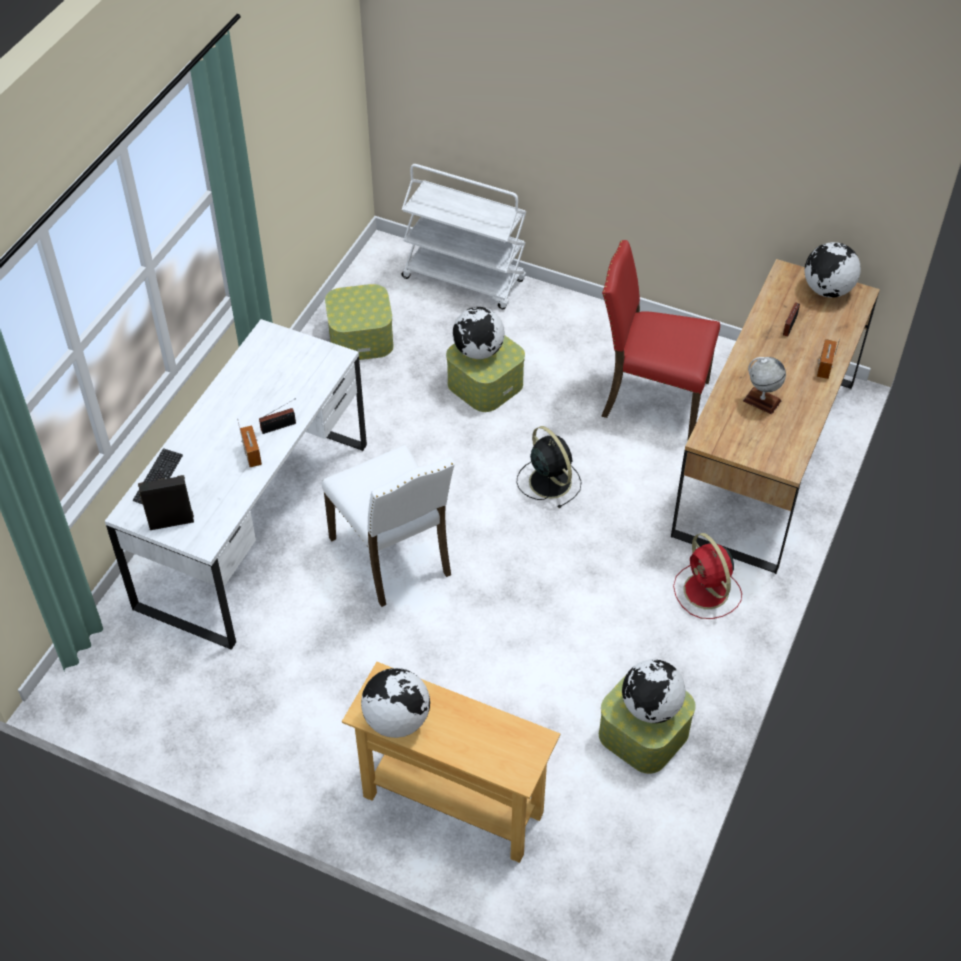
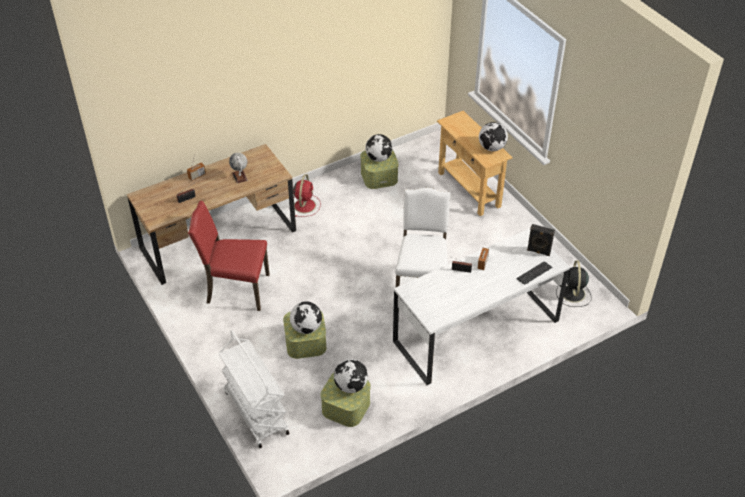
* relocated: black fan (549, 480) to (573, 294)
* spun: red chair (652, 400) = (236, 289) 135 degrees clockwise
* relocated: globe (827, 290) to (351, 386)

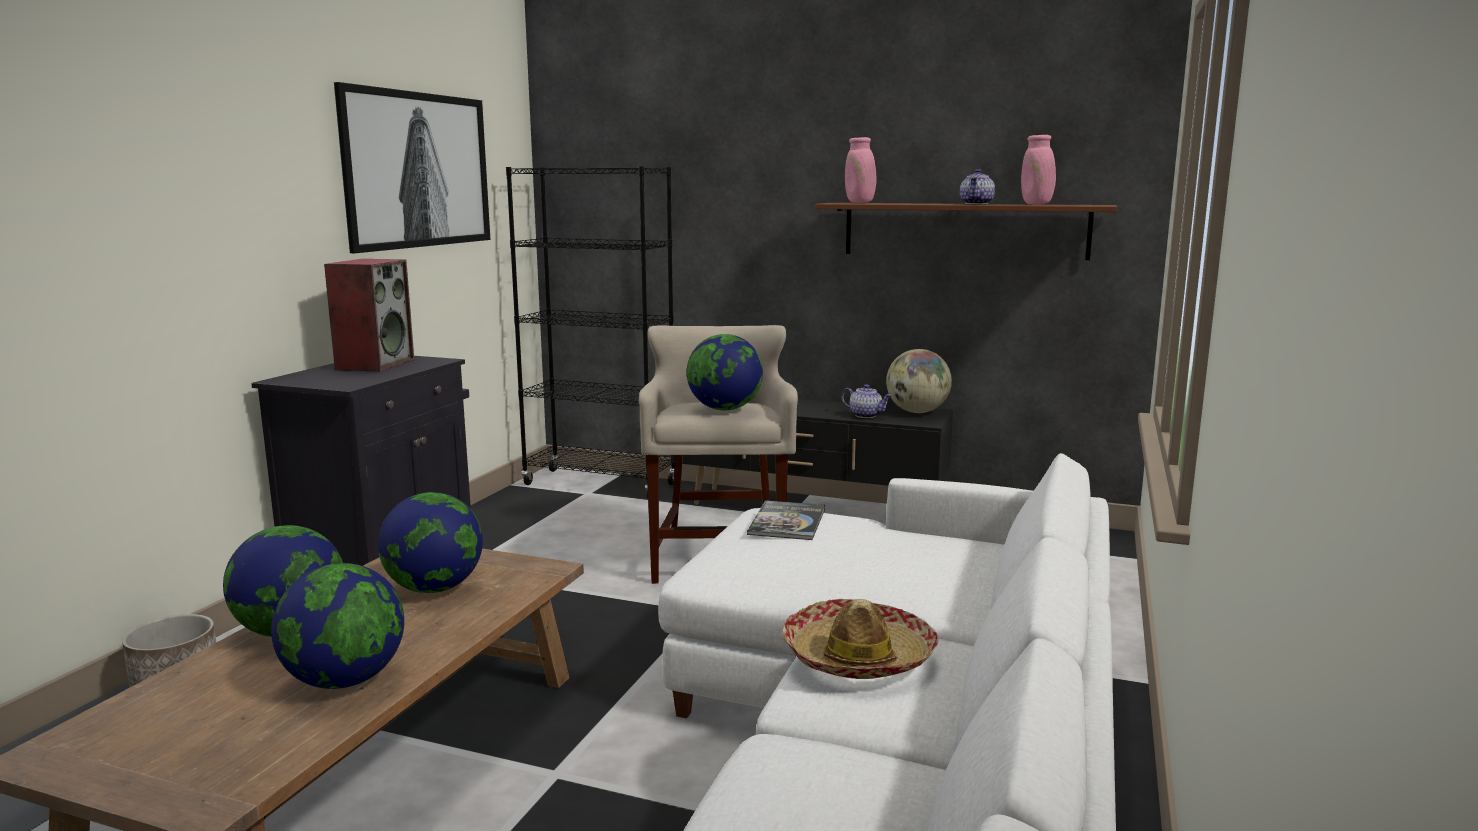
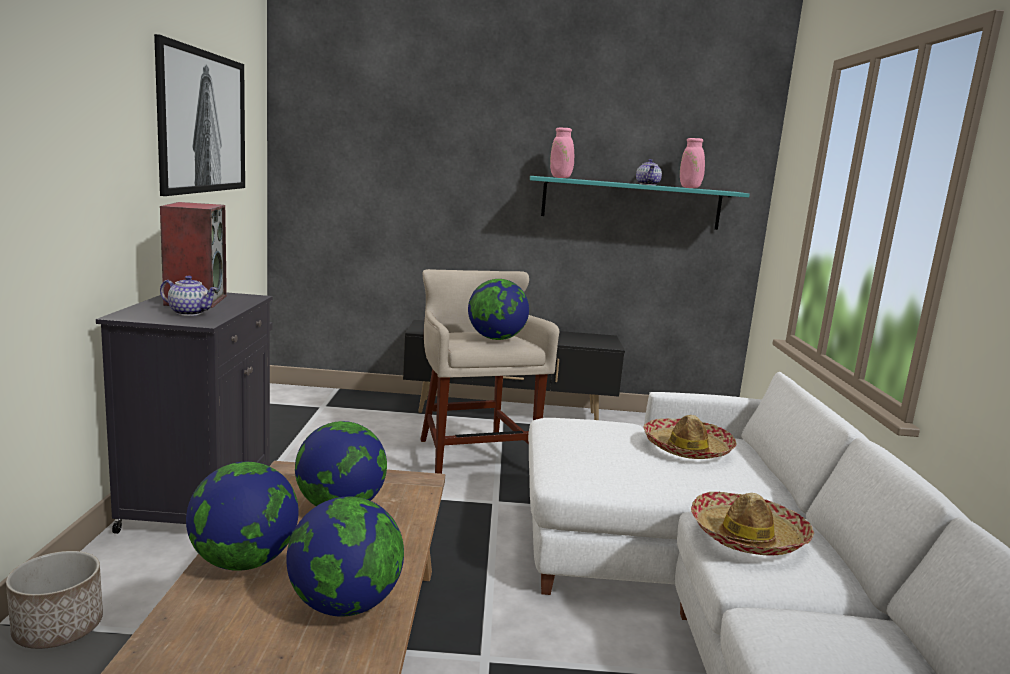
* missing: black bookcase (600, 484)
* missing: book (787, 522)
* colour: brown shelf (964, 230) to turquoise shelf (631, 203)
* relocated: teapot (866, 415) to (190, 313)
* missing: globe (917, 412)
* appeared: hat (687, 449)

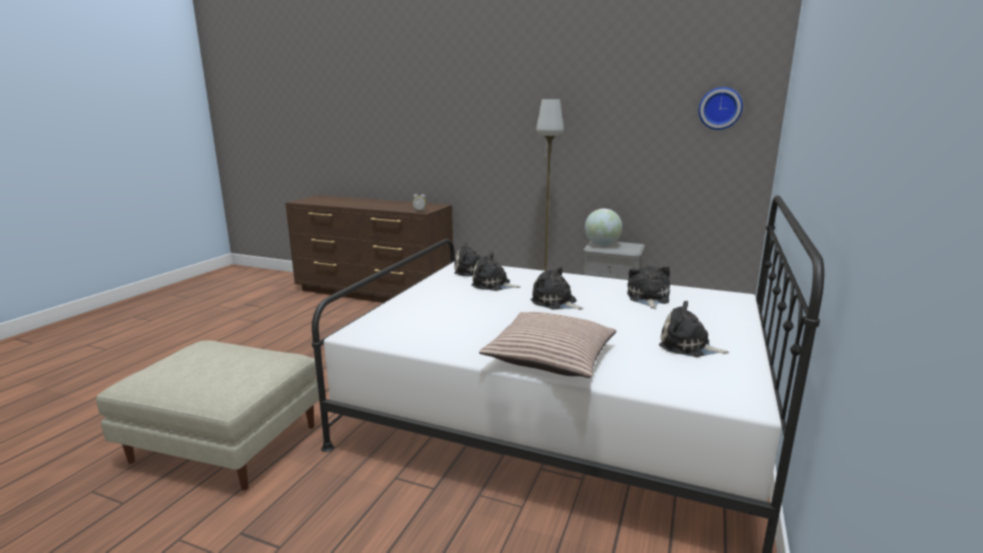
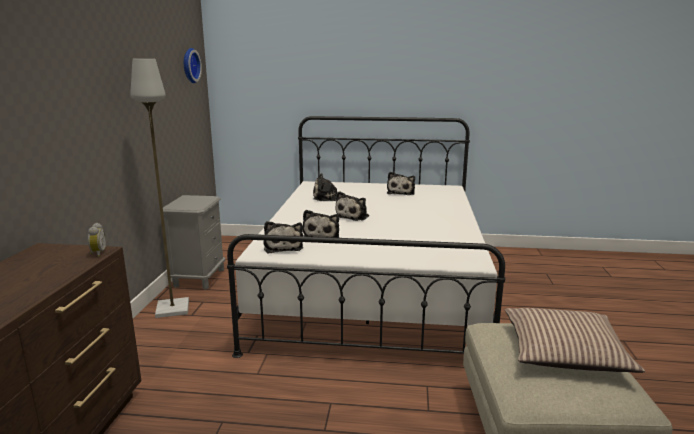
* relocated: pillow (550, 357) to (564, 352)
* missing: globe (602, 245)

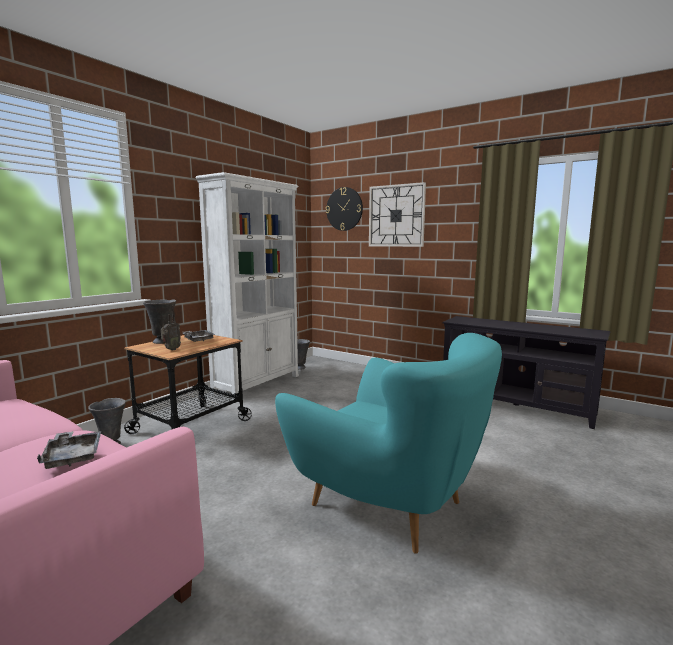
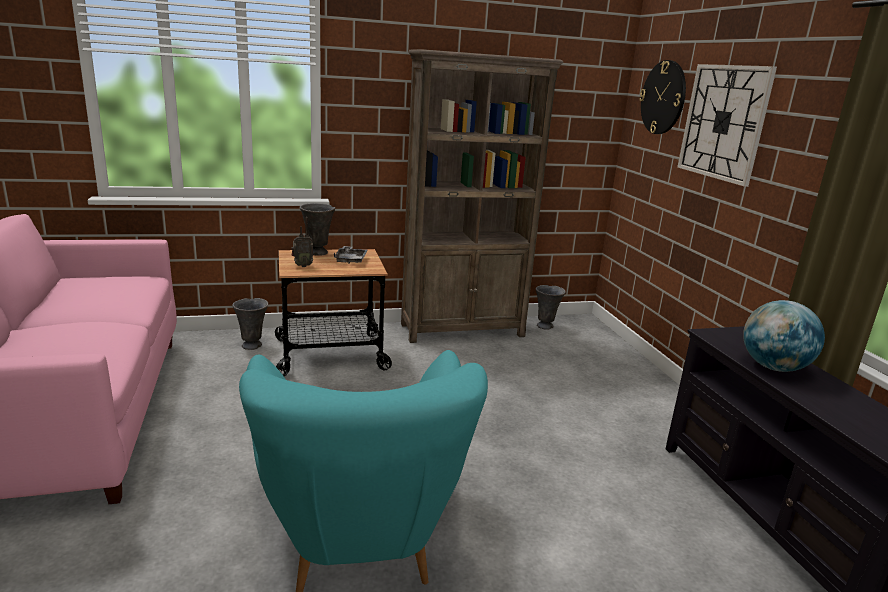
* missing: grey tray (73, 456)
* colour: white bookcase (257, 384) to brown bookcase (463, 330)
* appeared: globe (773, 367)

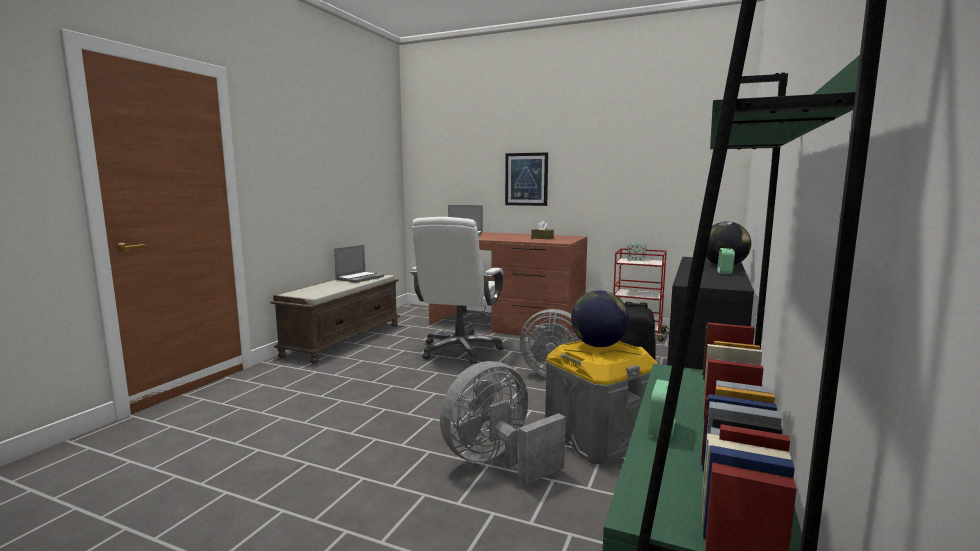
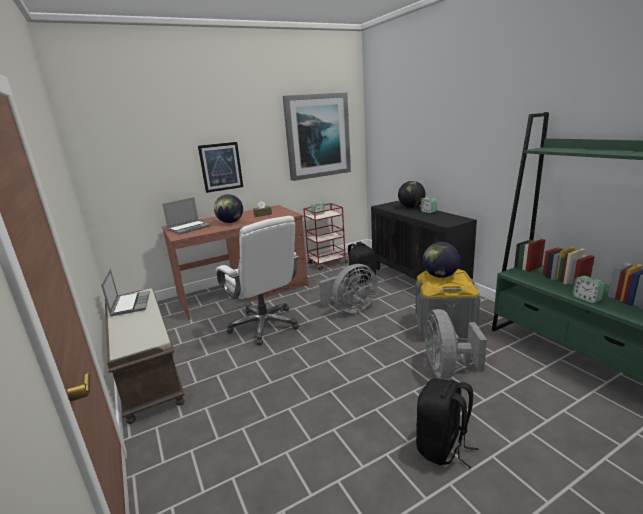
* appeared: globe (230, 222)
* appeared: picture (317, 136)
* appeared: black backpack (442, 447)

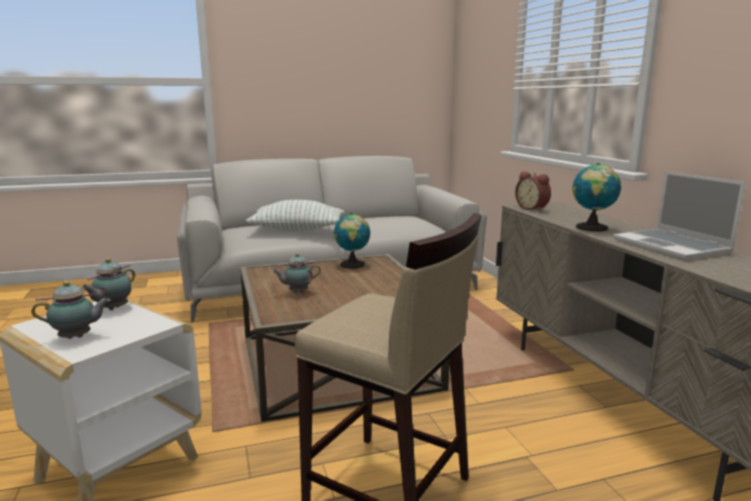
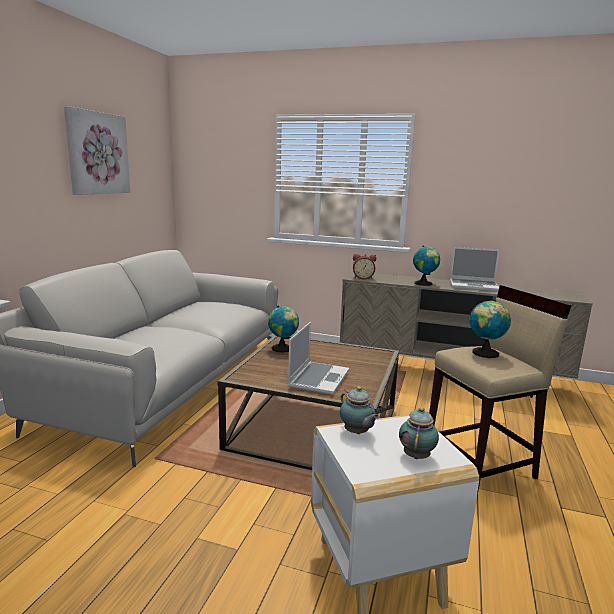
* missing: pillow (297, 229)
* exchanged: teapot (297, 292) to laptop (318, 378)
* appeared: picture (97, 153)
* appeared: globe (485, 354)

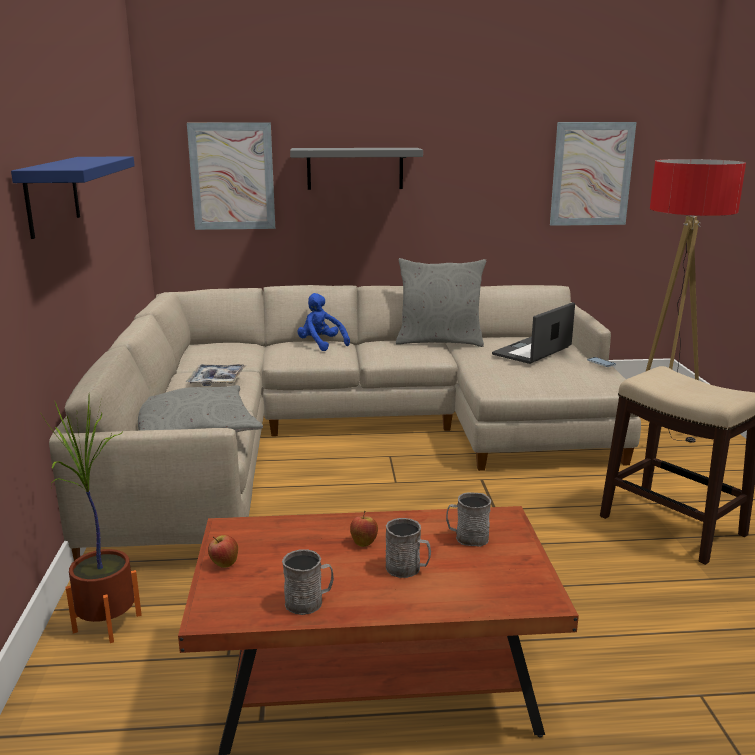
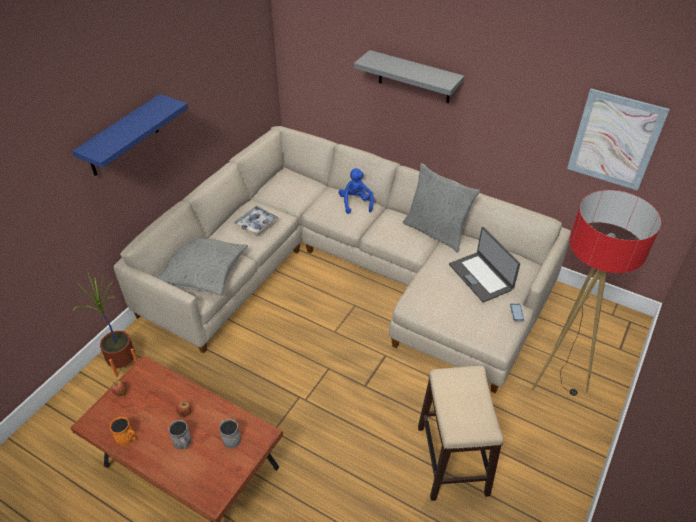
* missing: picture (232, 176)
* colour: grey mug (309, 602) to orange mug (127, 438)
* spun: laptop (533, 351) = (481, 277) 105 degrees counterclockwise

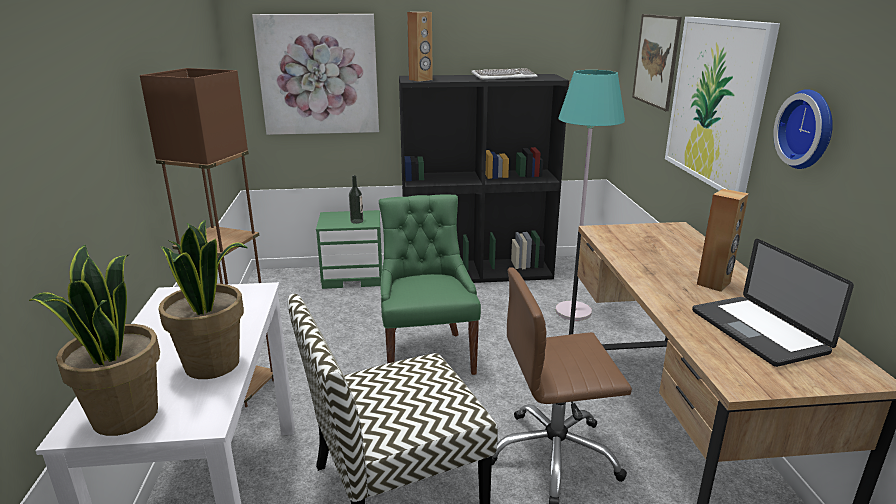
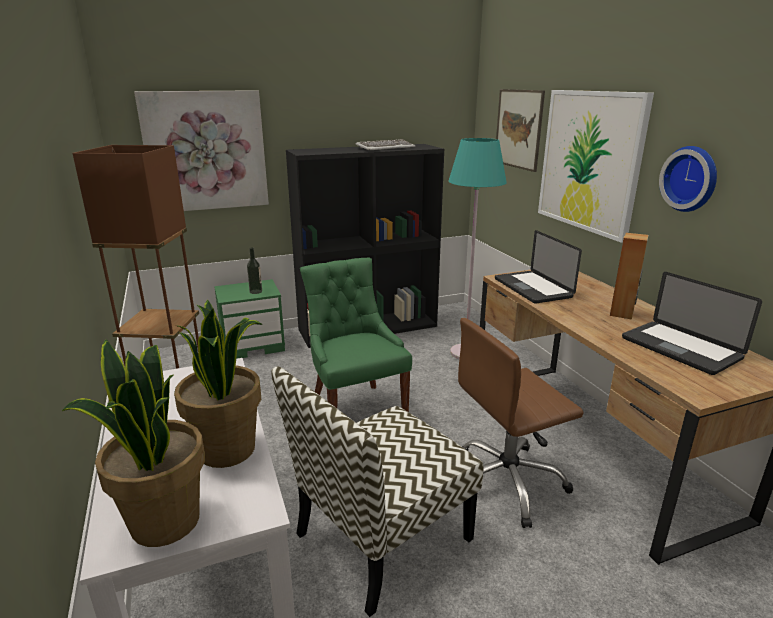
* missing: brown speaker (420, 80)
* appeared: laptop (532, 288)

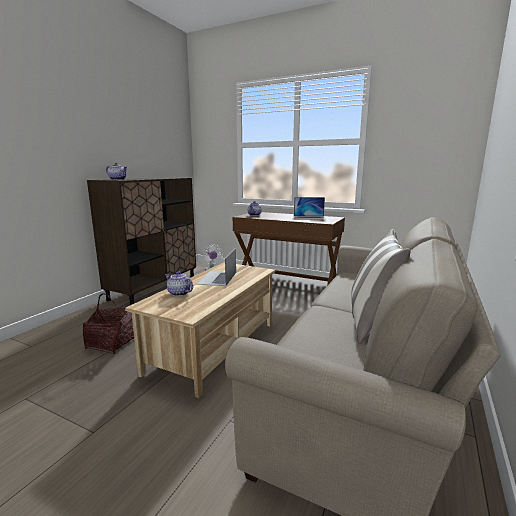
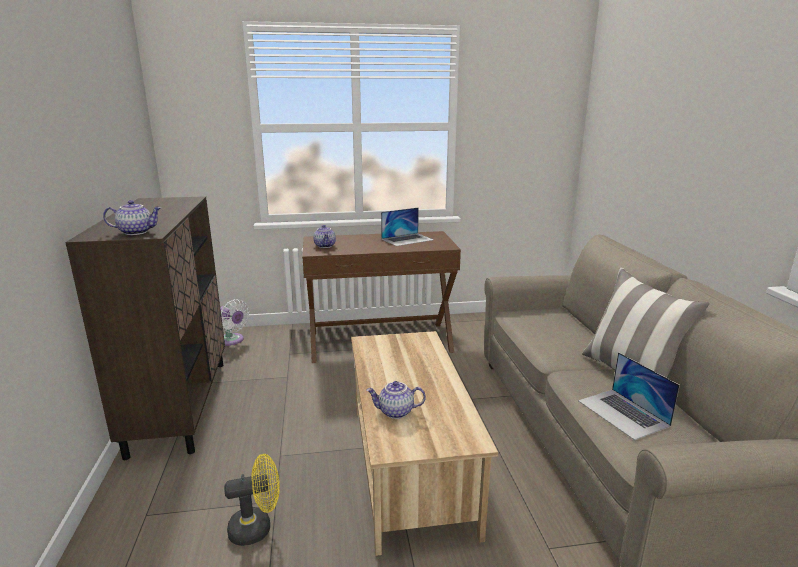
* exchanged: basket (112, 343) to yellow fan (257, 527)
* relocated: laptop (217, 278) to (623, 413)

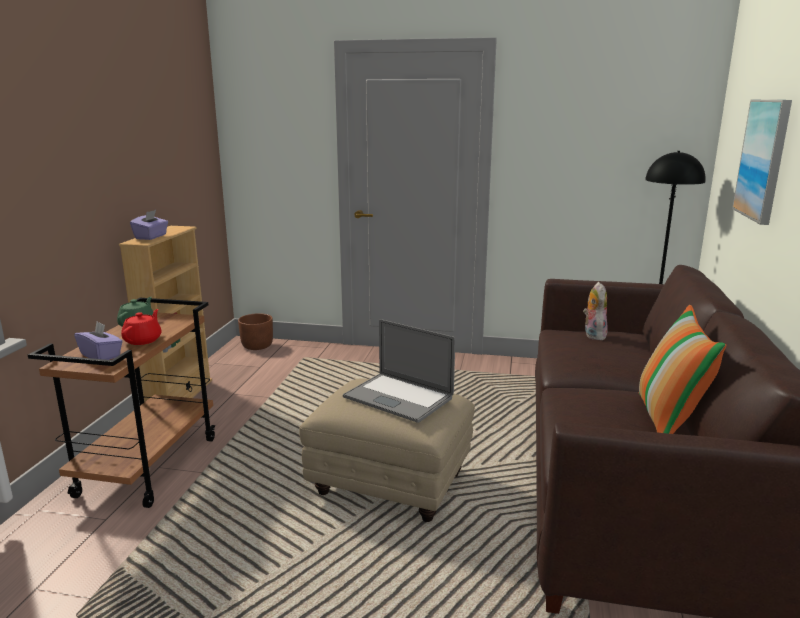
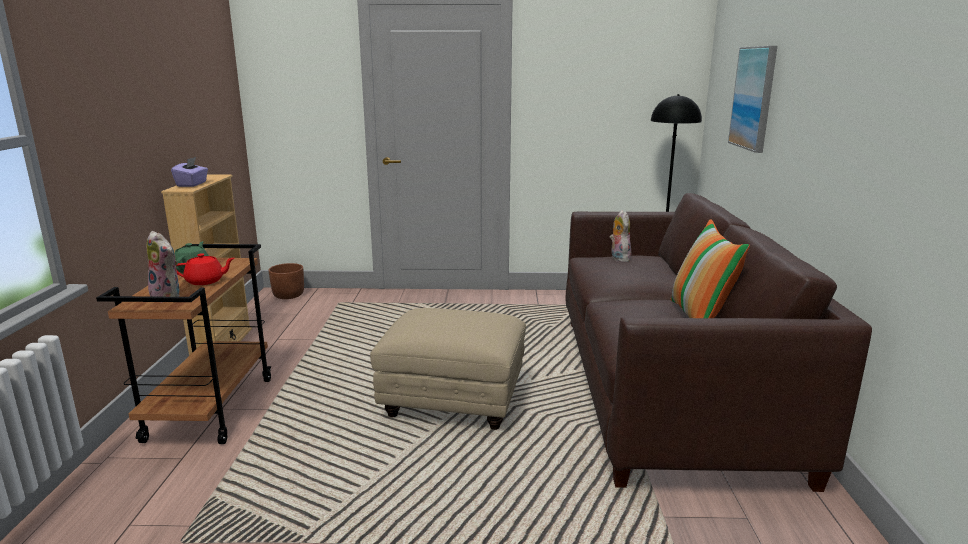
* exchanged: purple tissue box (101, 356) to plush toy (168, 296)
* spun: red teapot (143, 340) = (205, 281) 75 degrees clockwise
* missing: laptop (398, 397)

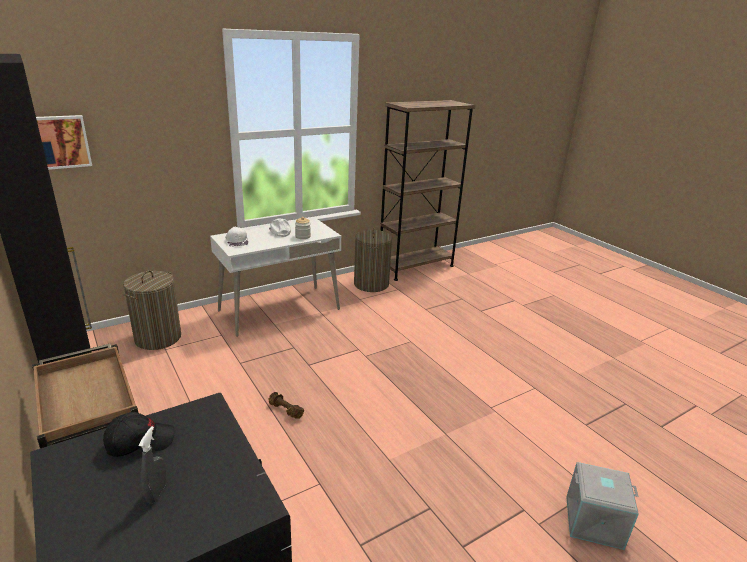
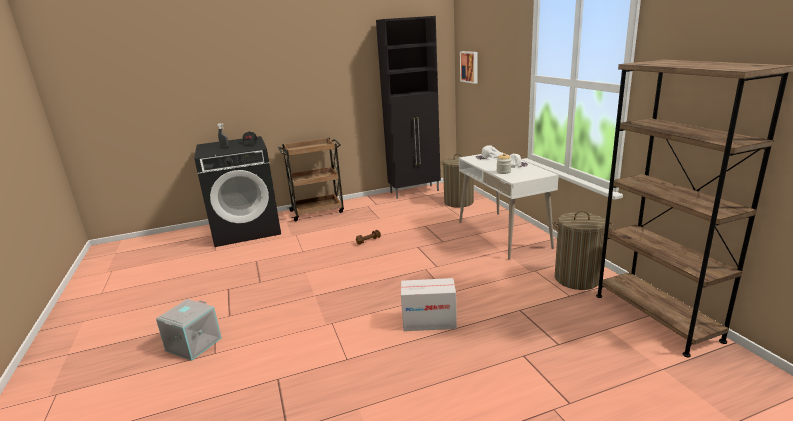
* appeared: cardboard box (429, 322)

